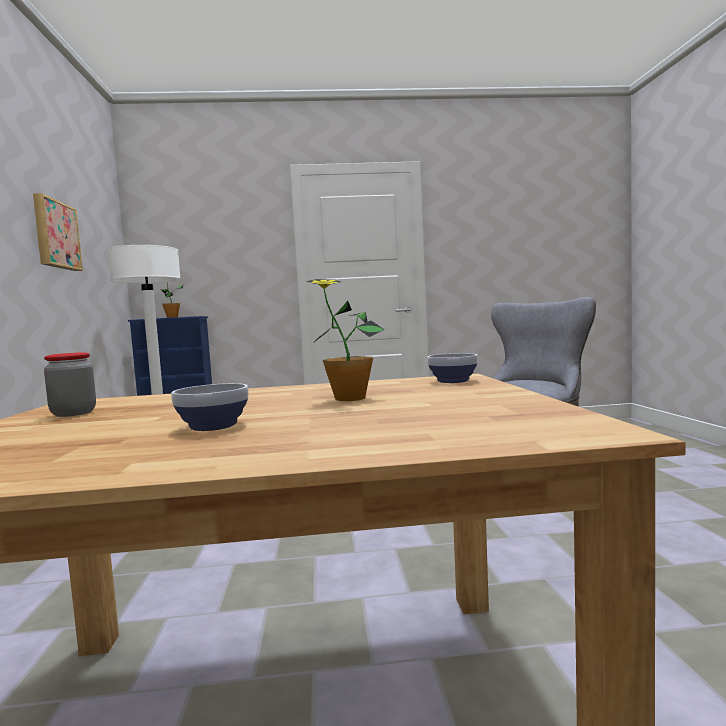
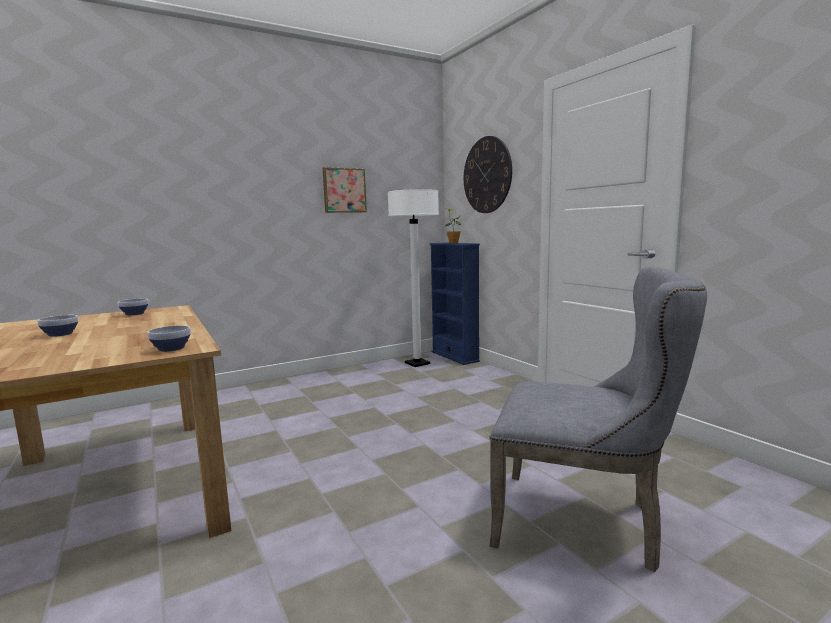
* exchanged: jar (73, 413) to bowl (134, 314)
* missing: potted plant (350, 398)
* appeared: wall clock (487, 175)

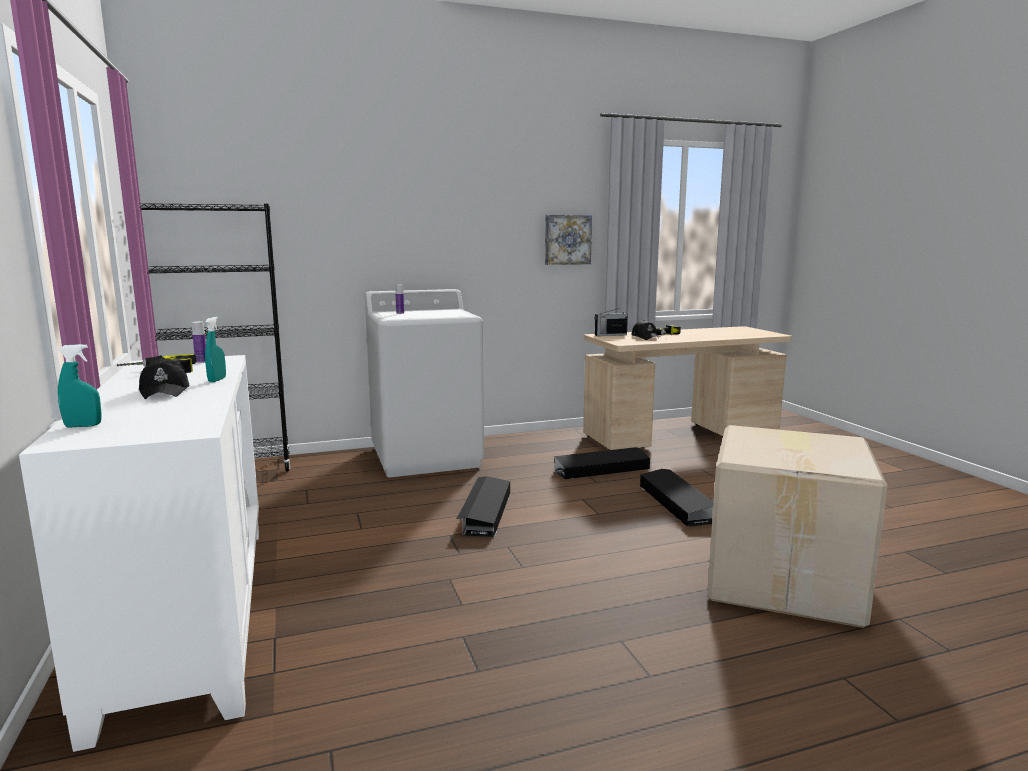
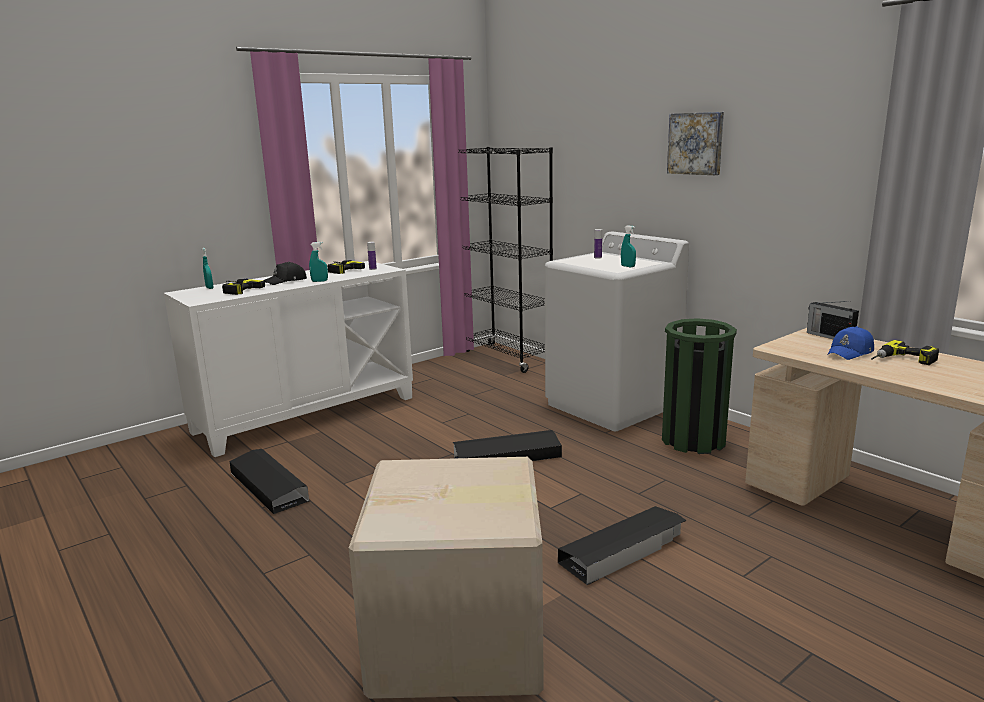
* relocated: picture (567, 239) to (696, 143)
* relocated: black storage box (600, 469) to (268, 486)
* colour: black cap (645, 337) to blue cap (850, 352)
* appeared: power drill (235, 290)
* appeared: turquoise spray bottle (628, 266)
* appeared: green trash can (693, 440)

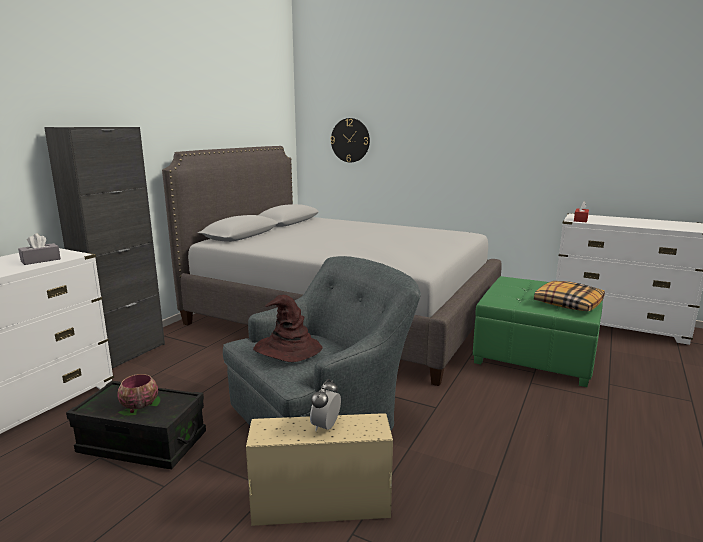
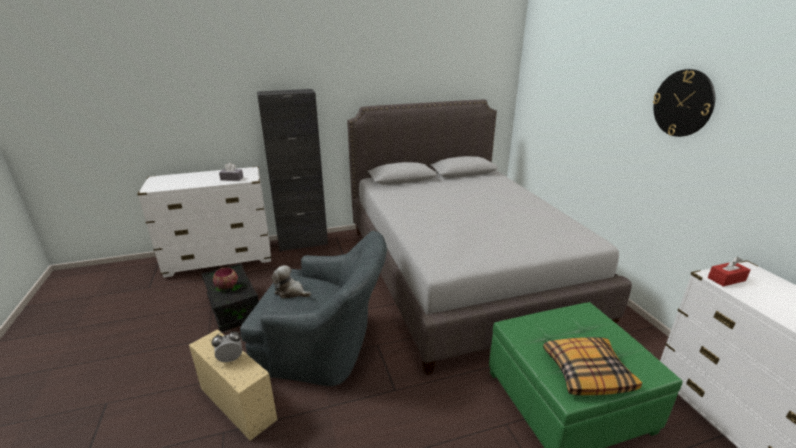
* exchanged: brown hat (287, 350) to plush toy (291, 292)
* relocated: wall clock (350, 140) to (683, 103)

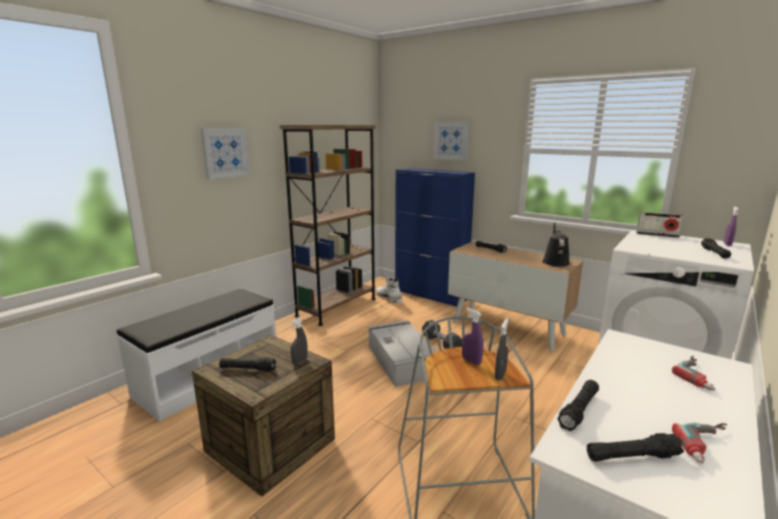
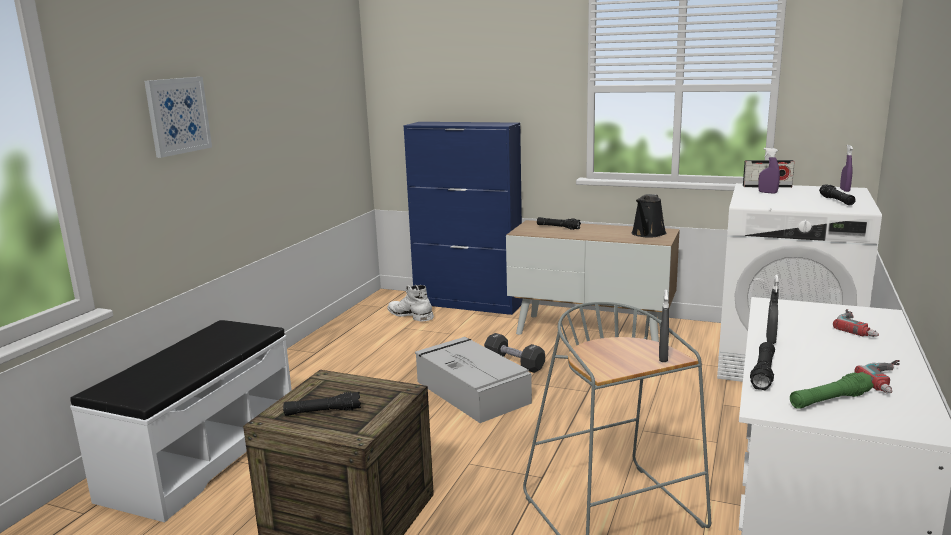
* missing: brown bookcase (337, 307)
* relocated: grey spray bottle (300, 361) to (770, 340)
* missing: picture (451, 140)
* relocated: purple spray bottle (471, 361) to (767, 192)
* spun: black watering can (555, 262) = (647, 234) 150 degrees counterclockwise
* colour: black flashlight (632, 457) to green flashlight (829, 400)

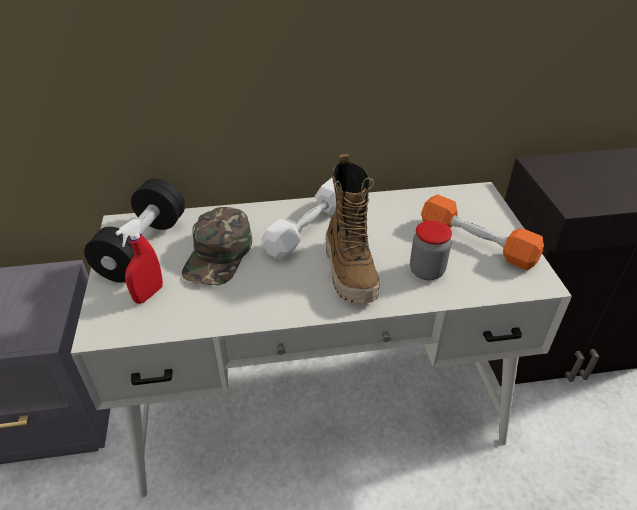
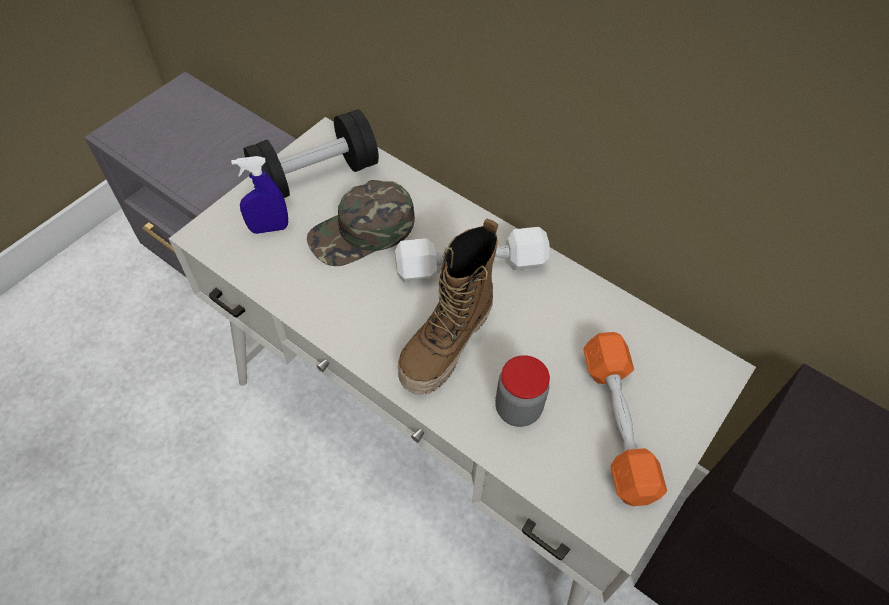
* colour: red spray bottle (149, 294) to blue spray bottle (269, 228)

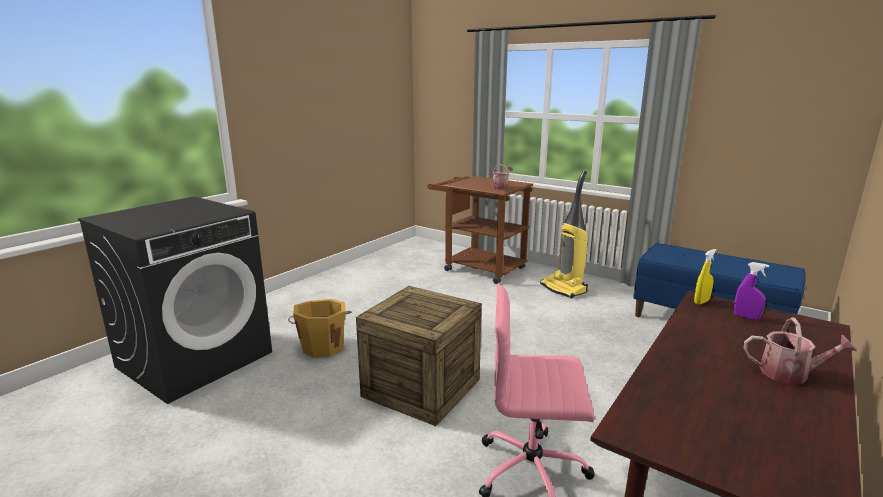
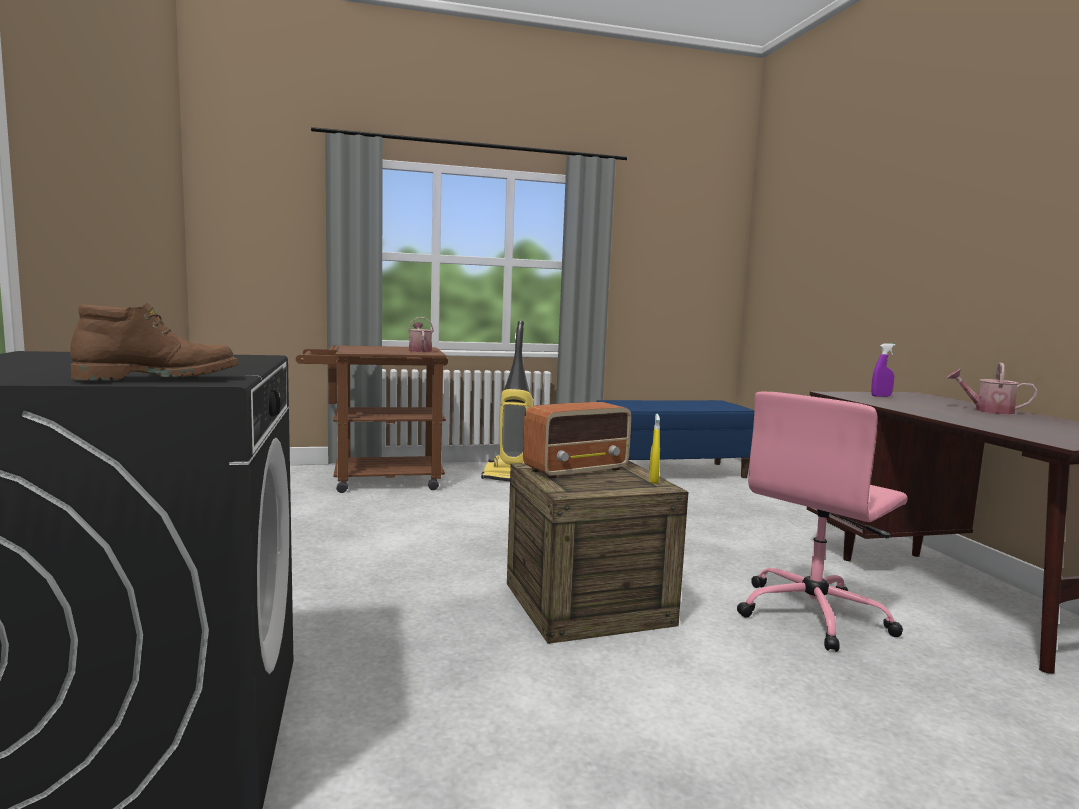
* missing: orange bucket (323, 346)
* relocated: yellow spray bottle (701, 302) to (653, 481)
* spun: watering can (790, 374) = (987, 410) 120 degrees counterclockwise
* appeared: brown boot (159, 378)
* appeared: radio (577, 470)

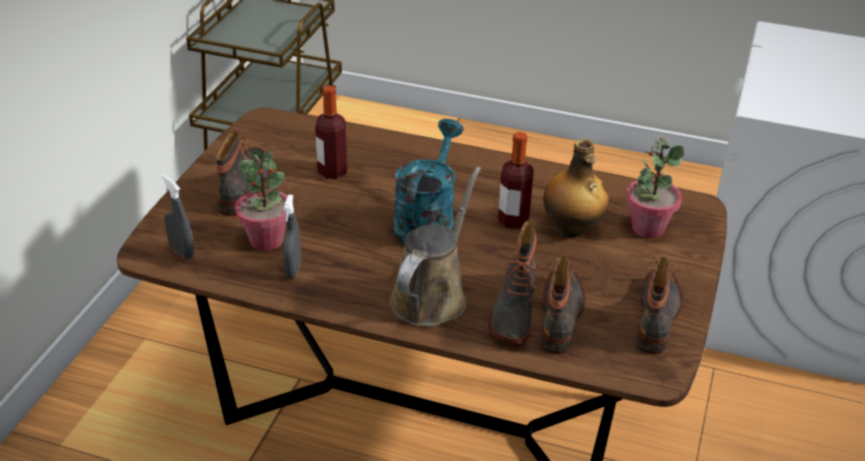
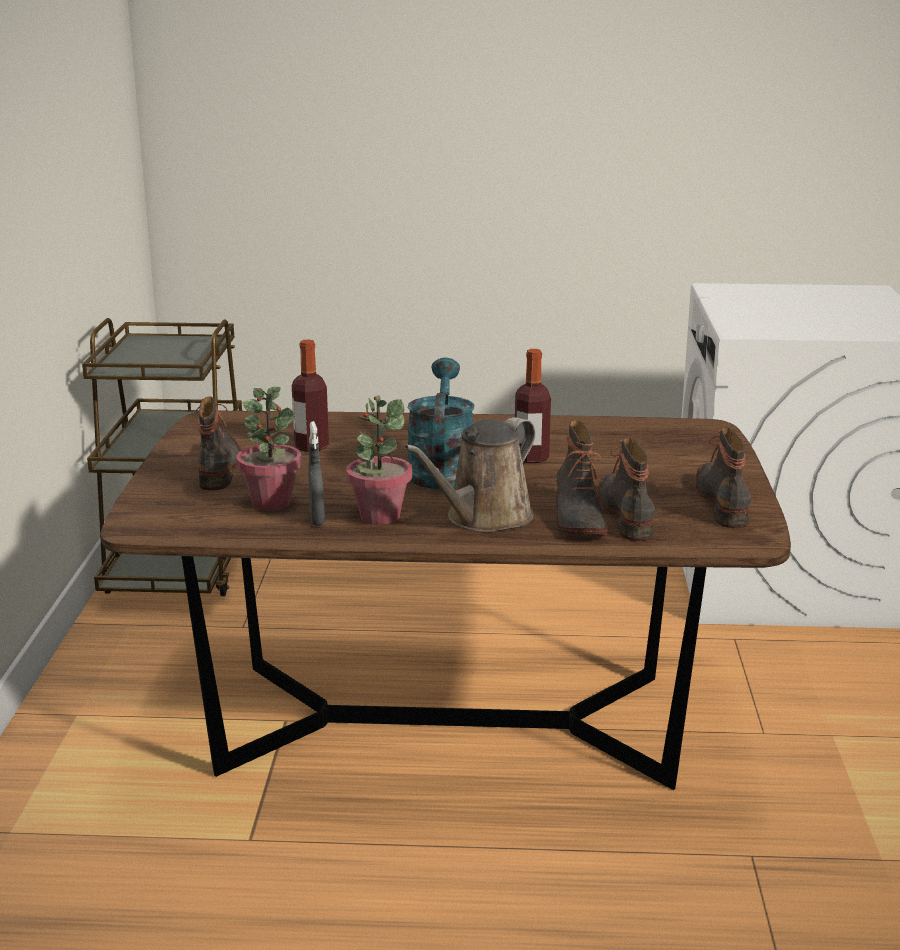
* missing: grey spray bottle (181, 251)
* spun: brown watering can (432, 296) = (483, 518) 150 degrees counterclockwise
* missing: bottle (572, 229)
* relocated: potted plant (647, 228) to (379, 516)

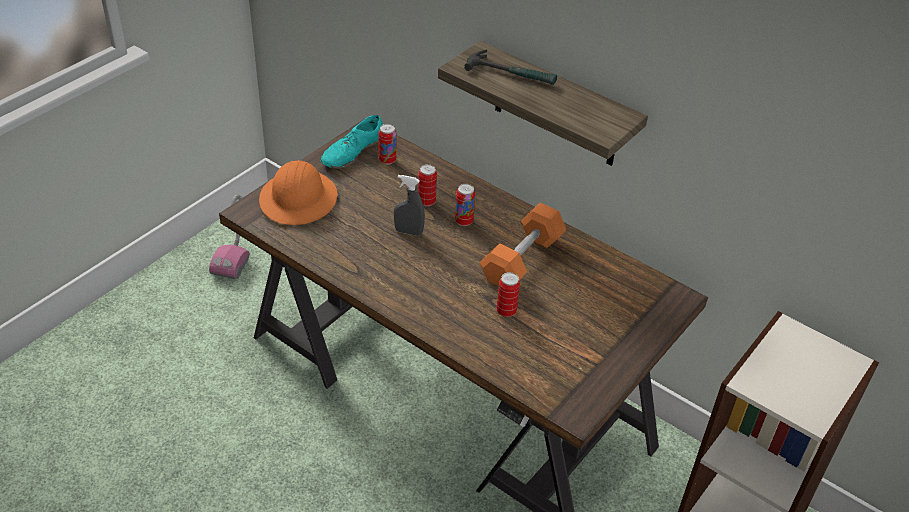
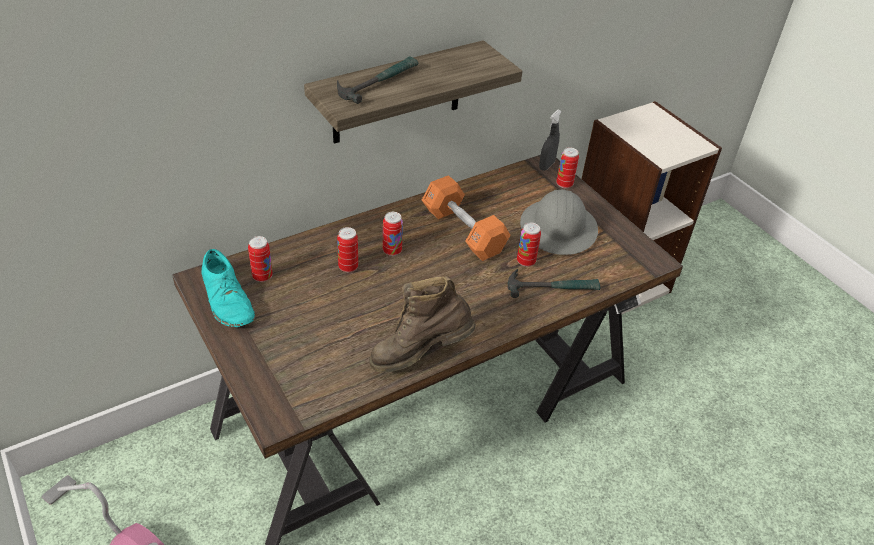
* missing: orange hard hat (299, 199)
* relocated: grey spray bottle (408, 232) to (546, 165)
* appeared: brown boot (420, 355)
* appeared: hammer (552, 287)
* appeared: grey hard hat (558, 228)
* appeared: can (564, 184)

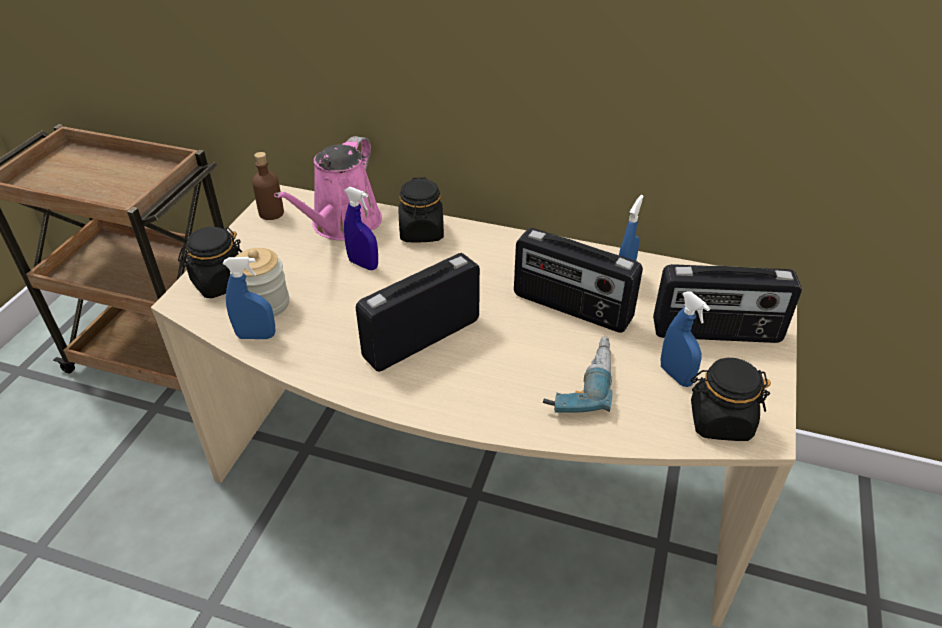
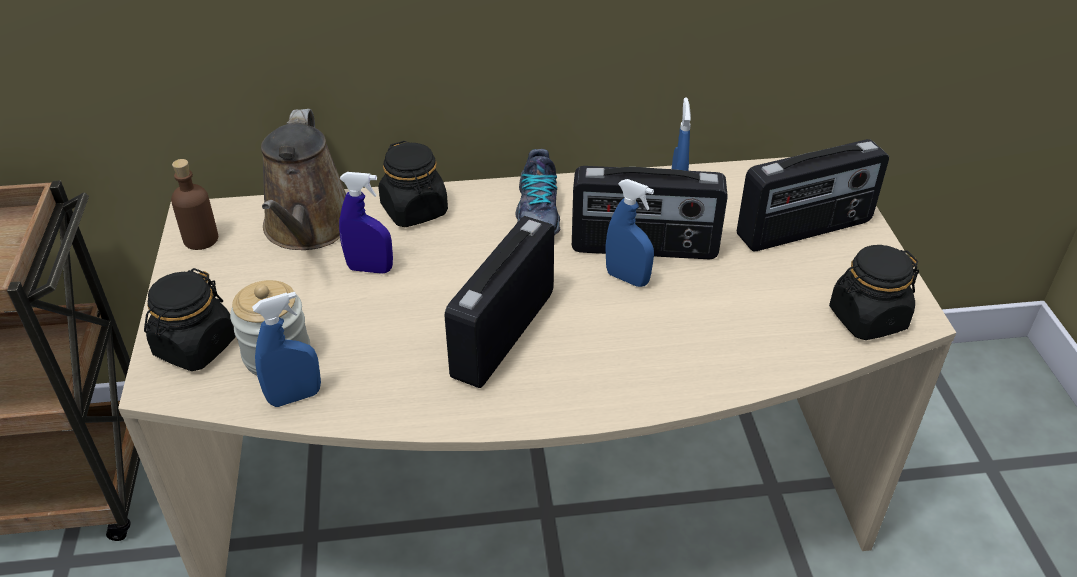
* colour: pink watering can (343, 225) to brown watering can (308, 228)
* missing: power drill (579, 381)
* relocated: blue spray bottle (675, 375) to (627, 278)
* appeared: shoe (537, 212)

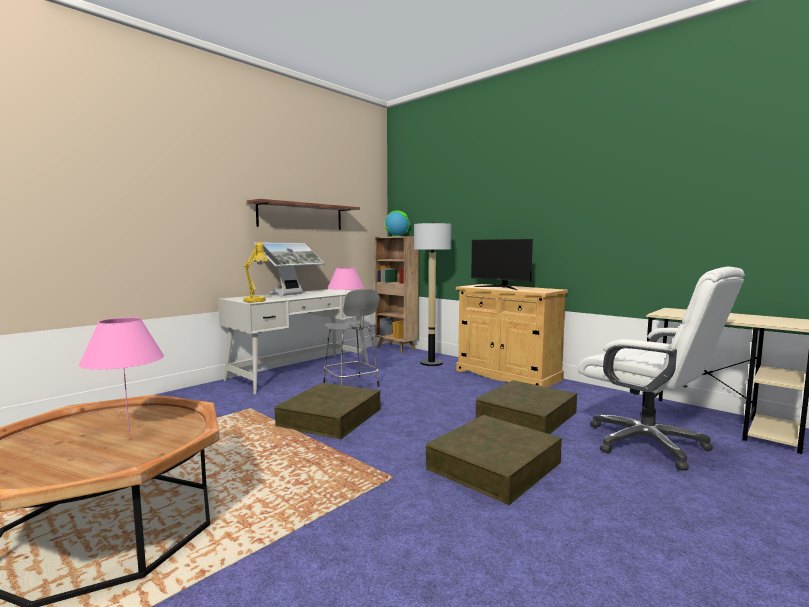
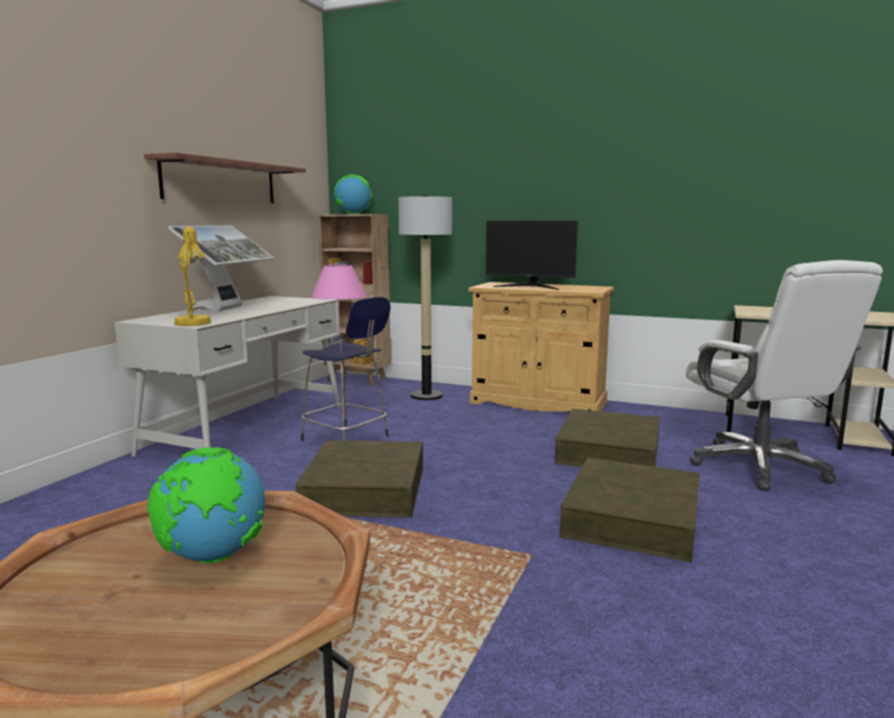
* exchanged: pink table lamp (129, 432) to globe (212, 557)
* colour: grey stool (351, 385) to blue stool (347, 439)
* spun: white office chair (647, 444) = (759, 467) 45 degrees clockwise

